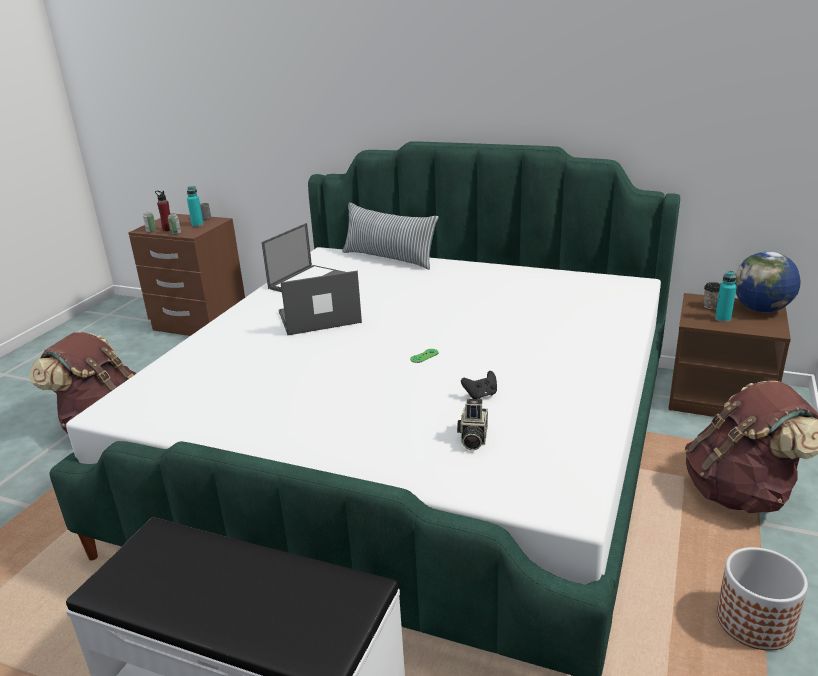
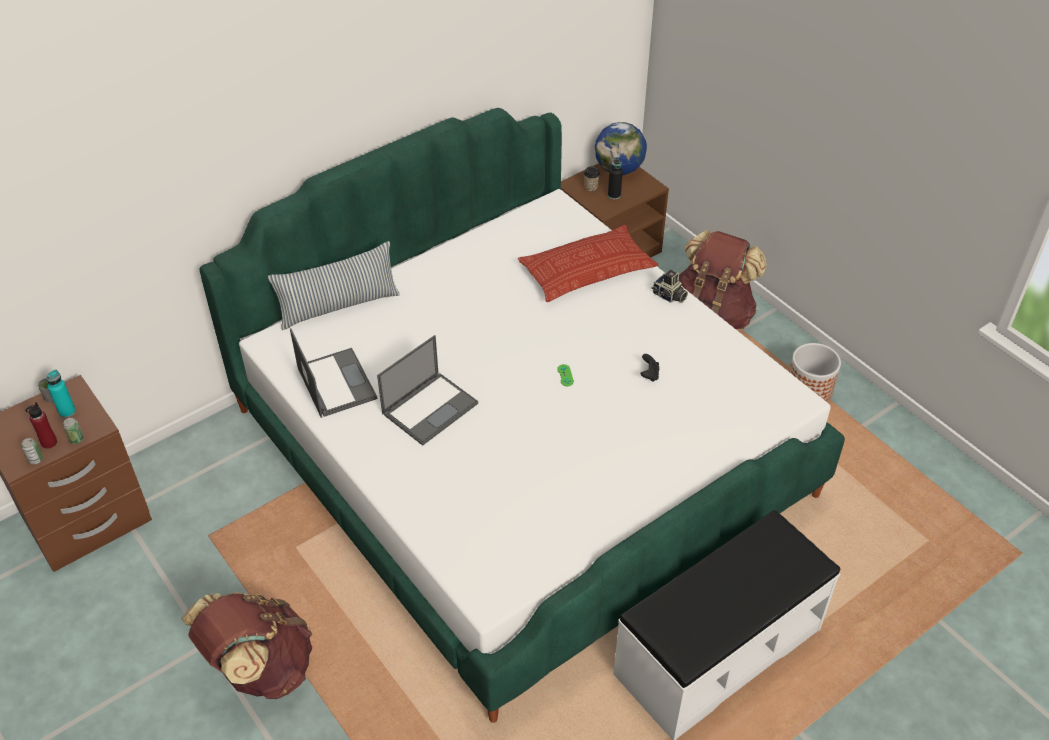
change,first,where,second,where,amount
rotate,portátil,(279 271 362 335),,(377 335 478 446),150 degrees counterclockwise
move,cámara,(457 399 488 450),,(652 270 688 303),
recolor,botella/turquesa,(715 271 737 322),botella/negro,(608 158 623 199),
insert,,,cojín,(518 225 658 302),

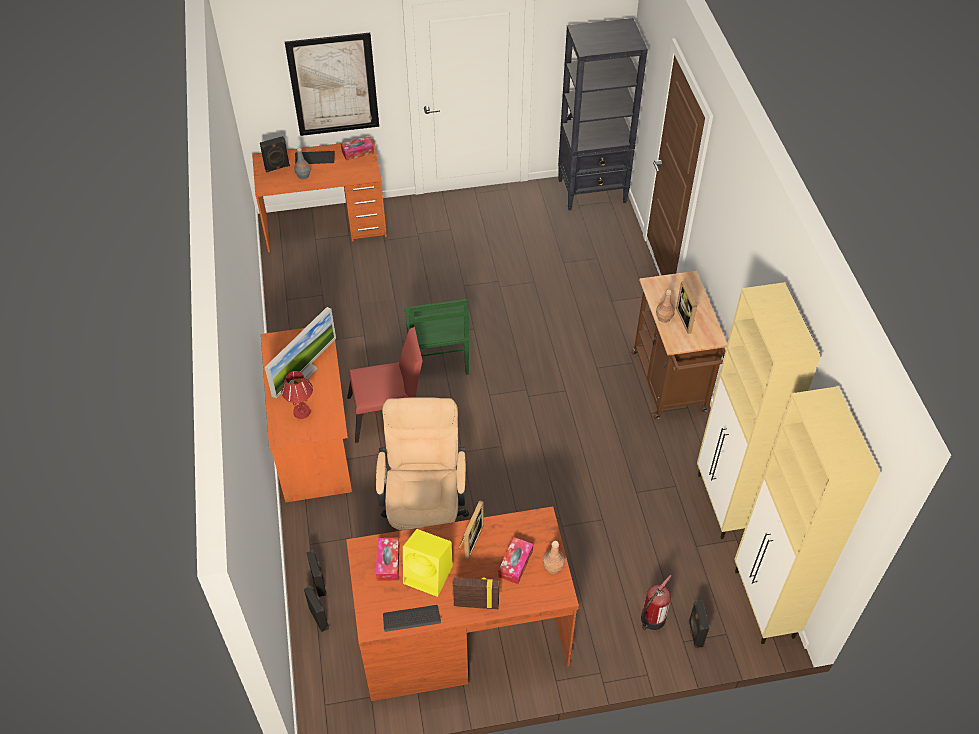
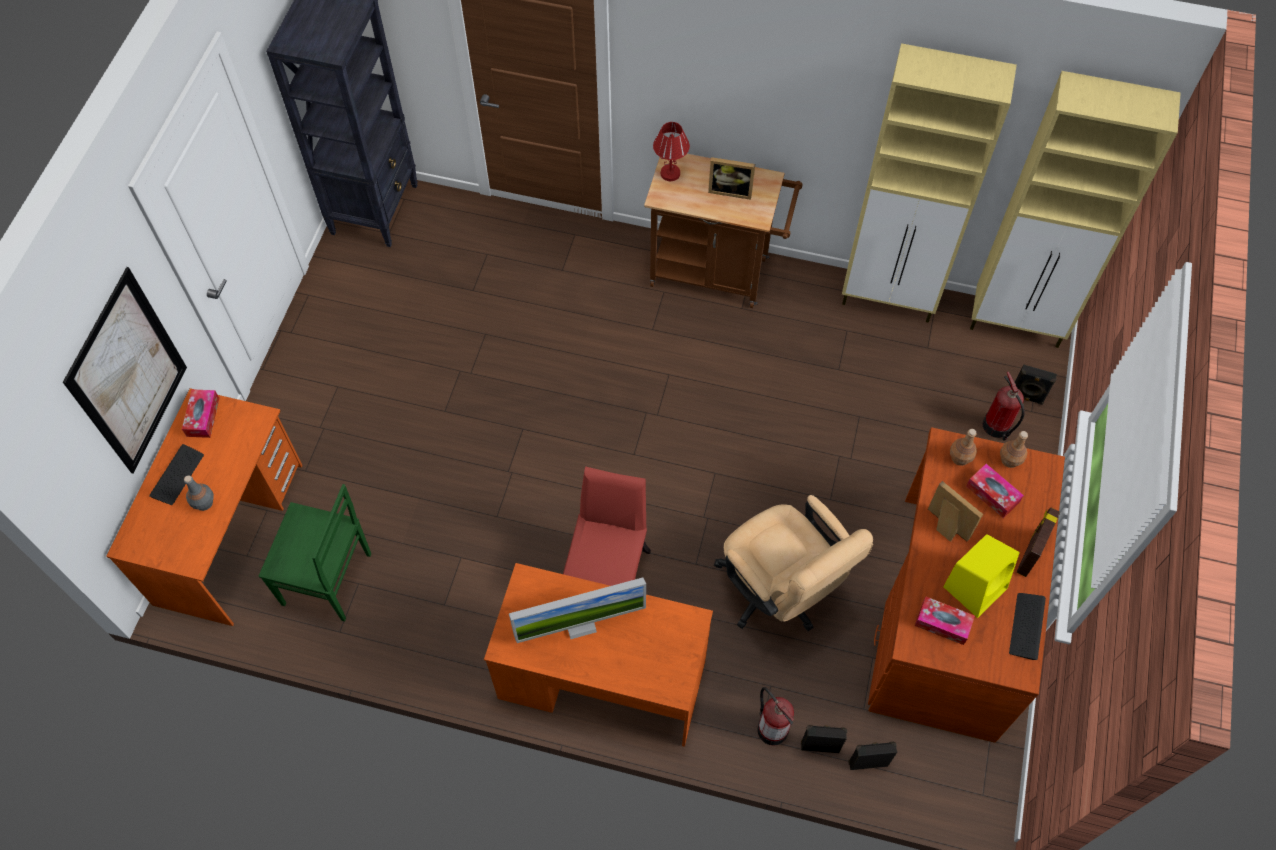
change,first,where,second,where,amount
delete,altavoz/negro,(260 136 290 173),,,
rotate,monitor,(265 307 336 398),,(509 577 646 643),105 degrees clockwise
move,lámpara de mesa/rojo,(282 371 313 419),,(653 122 690 181),
rotate,silla de oficina/beis,(376 397 469 530),,(714 495 873 631),150 degrees counterclockwise
move,silla/verde,(404 299 470 375),,(259 484 371 622),
move,botella/marrón,(656 290 675 323),,(950 429 977 466),
insert,,,extintor,(757 687 794 745),

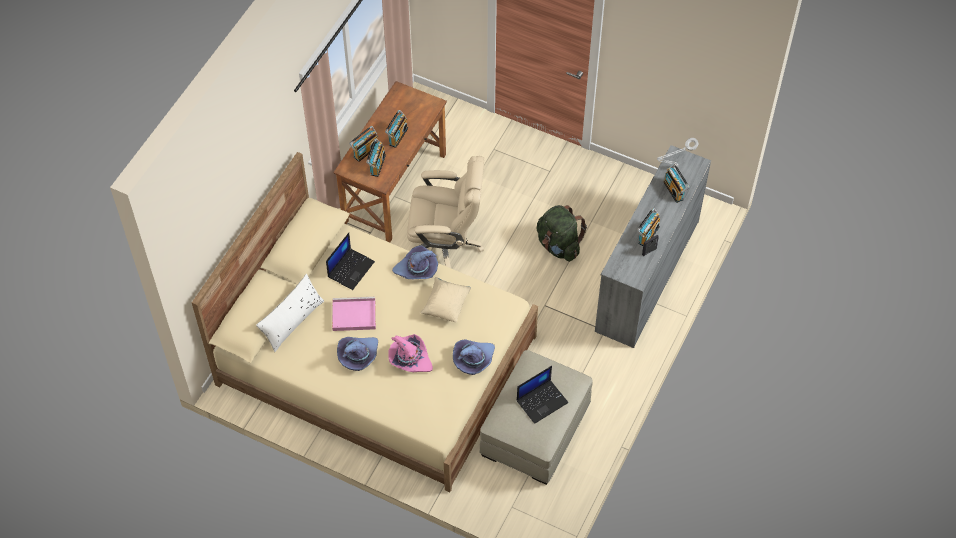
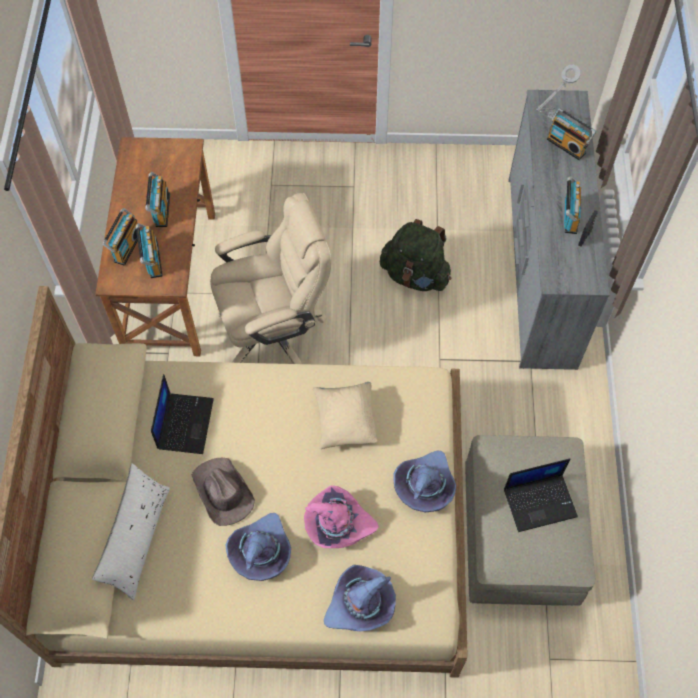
change,first,where,second,where,amount
replace,bandeja/rosa,(332 297 376 331),sombrero/marrón,(192 458 255 526),
move,sombrero/morado,(392 245 438 279),,(324 565 396 631),
rotate,portátil,(517 366 568 424),,(504 459 578 532),45 degrees clockwise

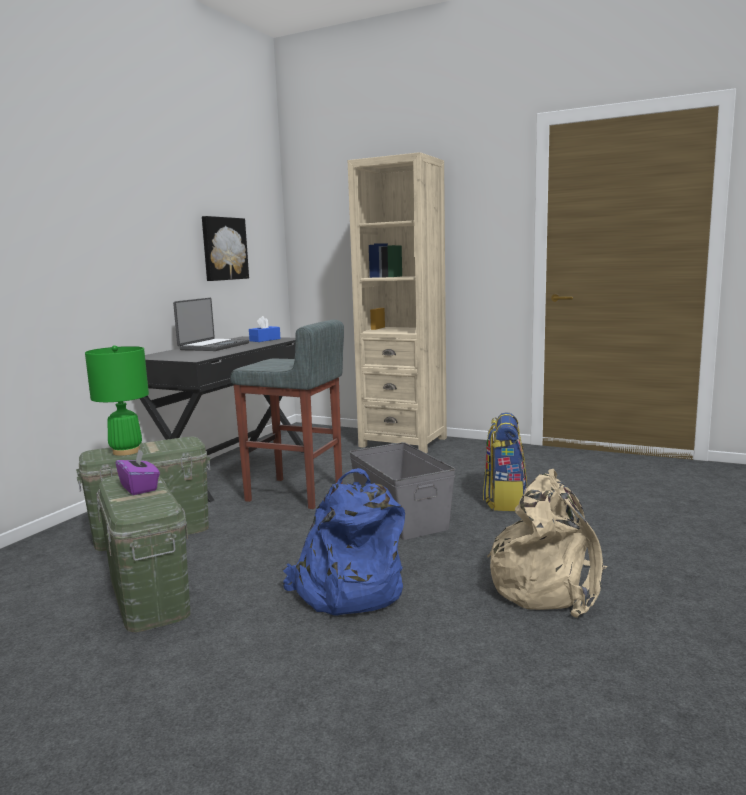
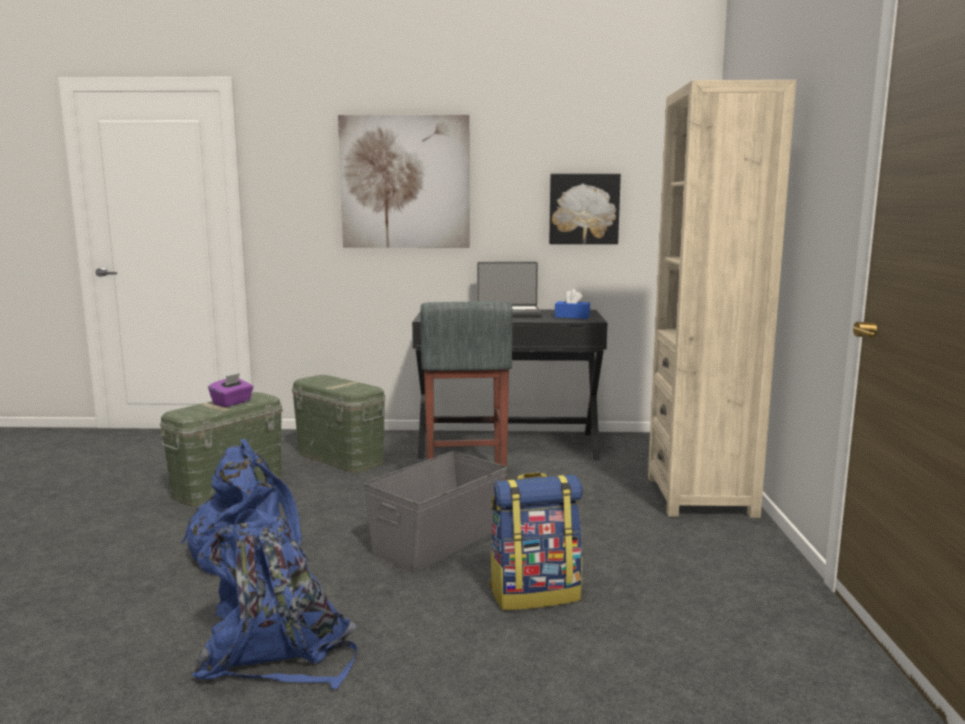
change,first,where,second,where,amount
delete,lámpara de mesa/verde,(85 345 149 456),,,
recolor,mochila/beis,(487 469 607 617),mochila/azul,(191 509 357 689),
insert,,,cuadro,(338 115 470 248),

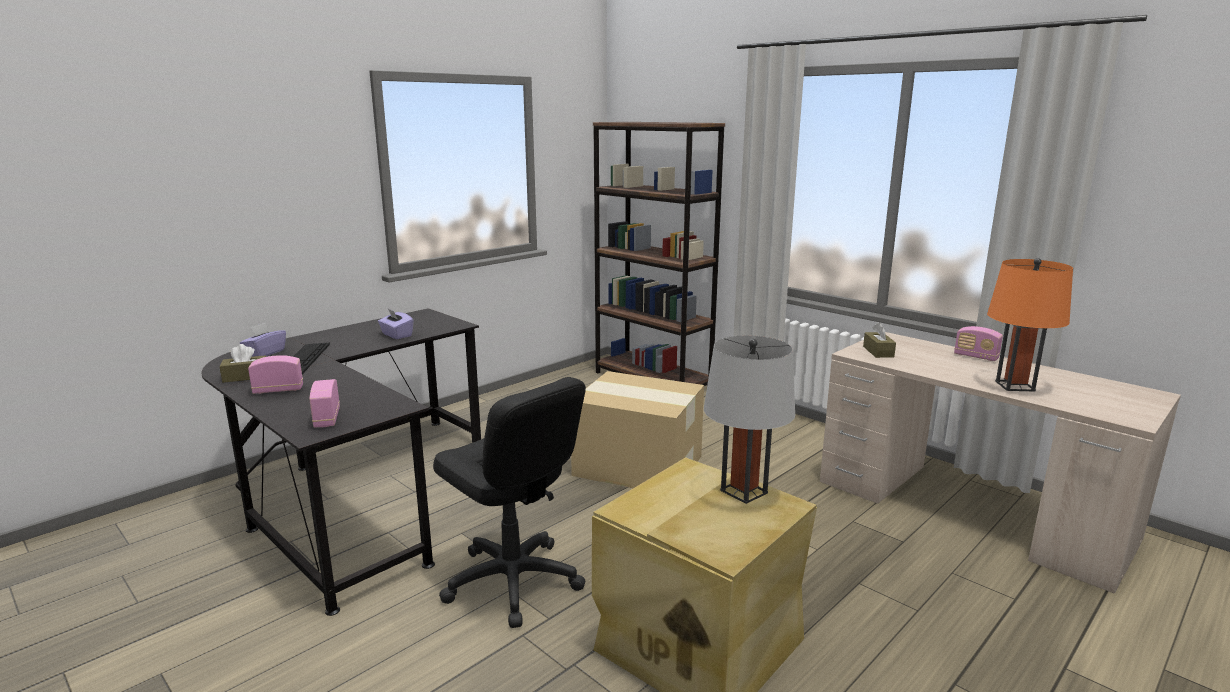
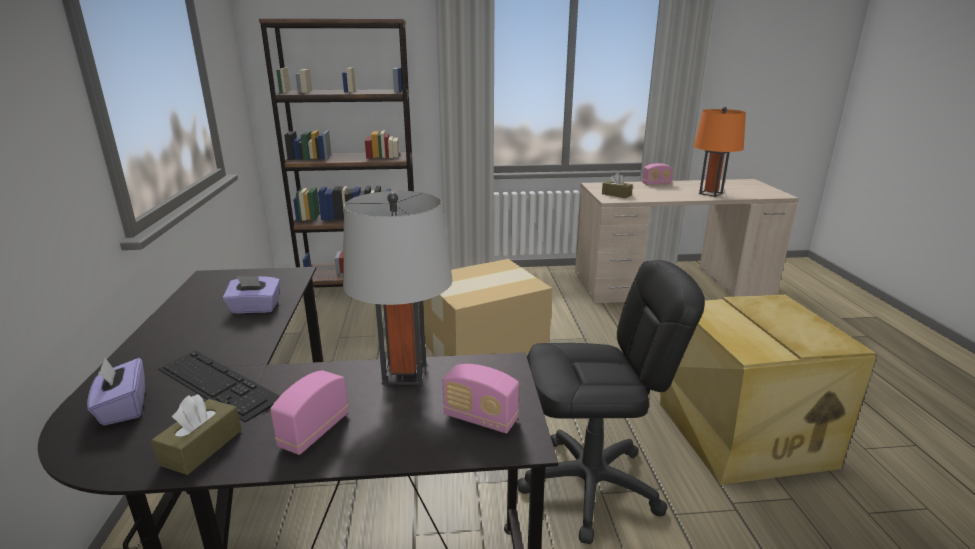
change,first,where,second,where,amount
move,lámpara de mesa/gris,(704 335 795 504),,(343 191 453 385),

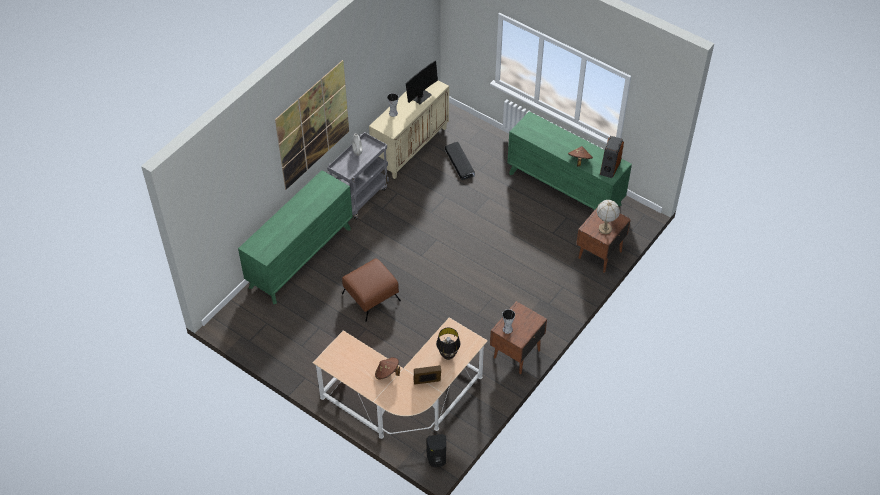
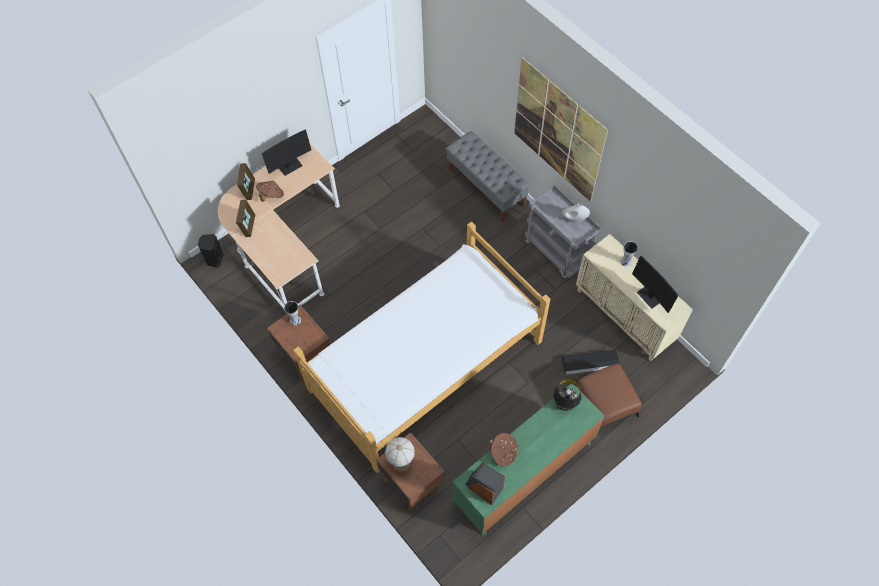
change,first,where,second,where,amount
replace,cómoda/verde,(238 170 353 304),banco/gris,(446 131 530 223),
move,puf/marrón,(342 258 401 322),,(578 364 642 427),
move,lámpara de mesa/negro,(436 328 460 360),,(553 379 582 411),
insert,,,portarretratos,(237 163 255 200),
insert,,,monitor,(262 129 311 176),
insert,,,cama,(293 222 551 473),

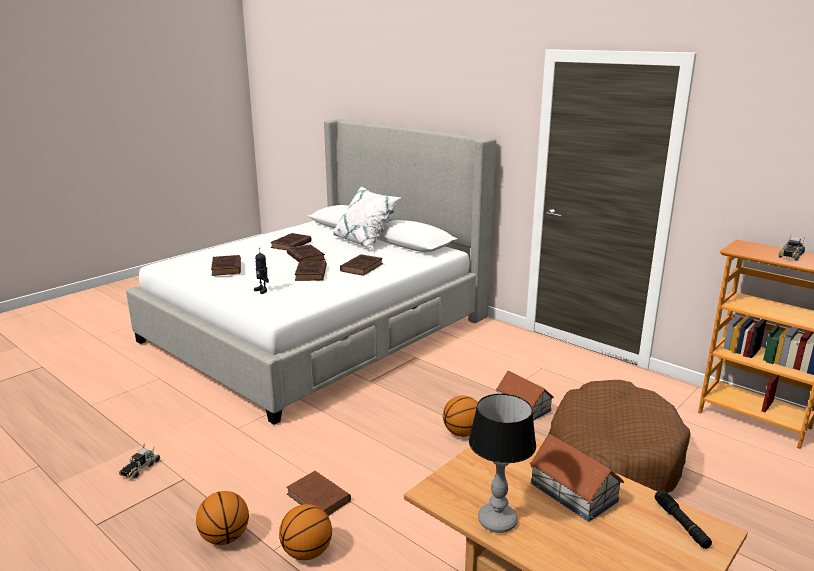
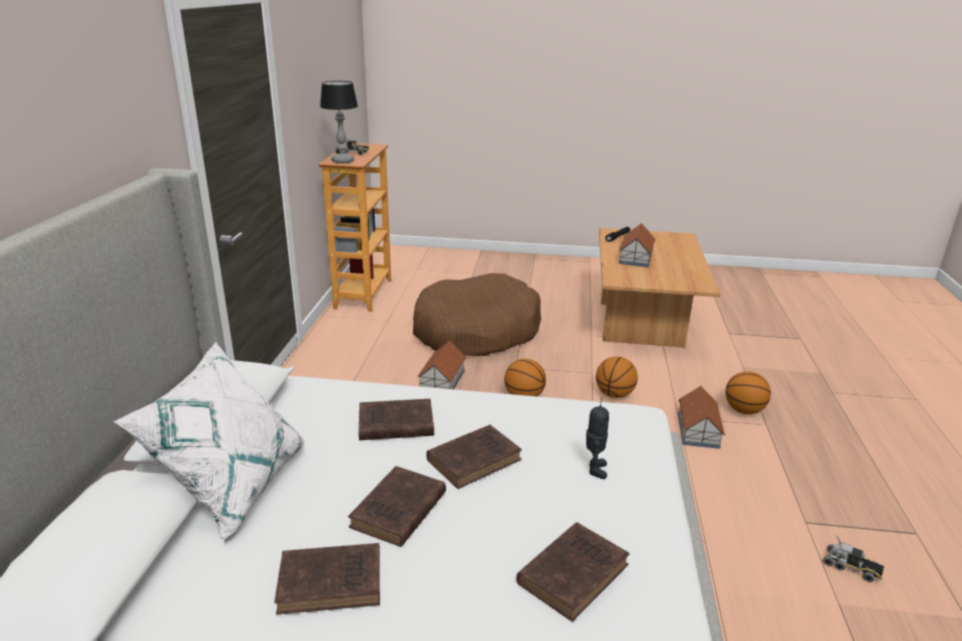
change,first,where,second,where,amount
rotate,camión de juguete,(119 444 160 478),,(823 536 884 582),45 degrees clockwise
move,balón de baloncesto,(196 491 249 545),,(596 356 638 398),
replace,libro/marrón,(286 471 351 516),casita,(678 386 725 449),
move,lámpara de mesa,(469 394 536 533),,(320 81 358 163),

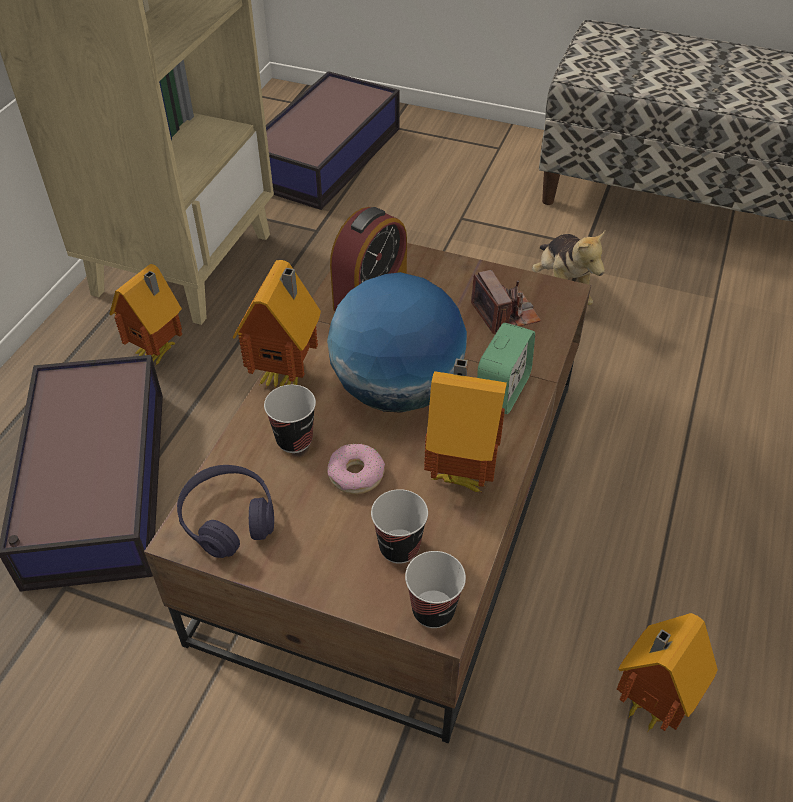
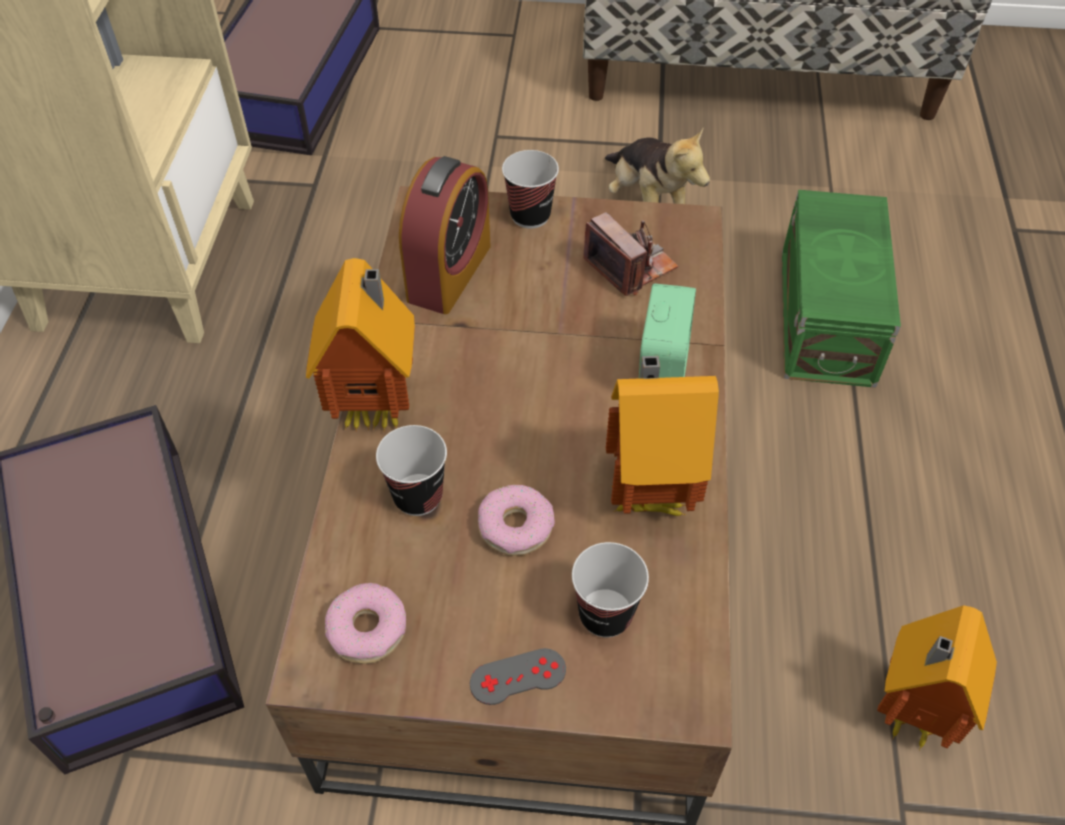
change,first,where,second,where,amount
delete,casita,(110 264 182 366),,,
replace,auriculares/morado,(177 465 274 558),rosquilla,(325 583 406 664),
delete,globo terráqueo,(327 272 467 413),,,
move,taza,(405 551 466 628),,(502 150 559 229),
insert,,,mando de consola/gris,(470 648 566 705),
insert,,,caja de almacenaje/verde,(782 190 901 388),

